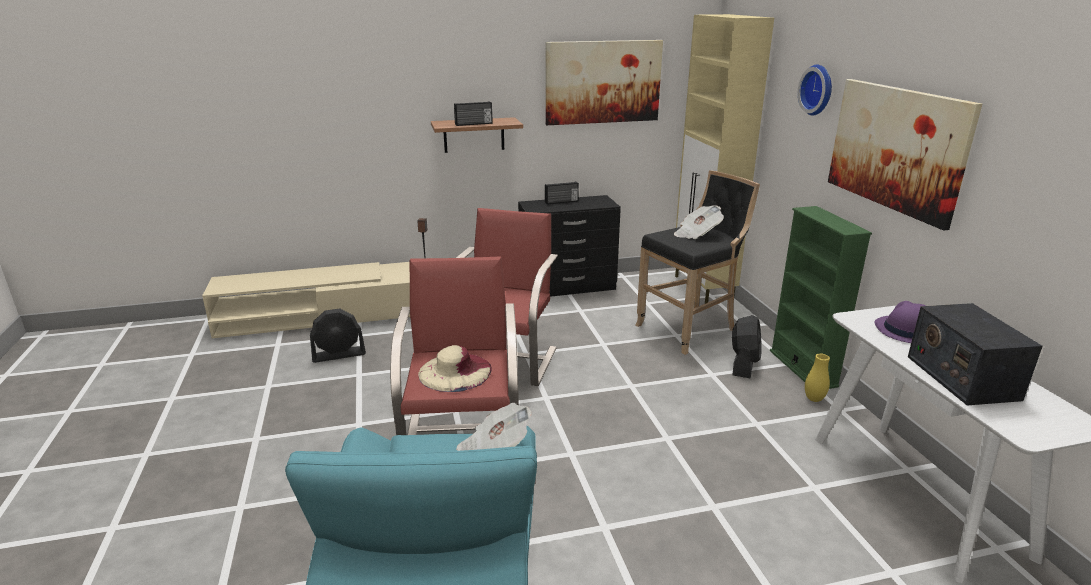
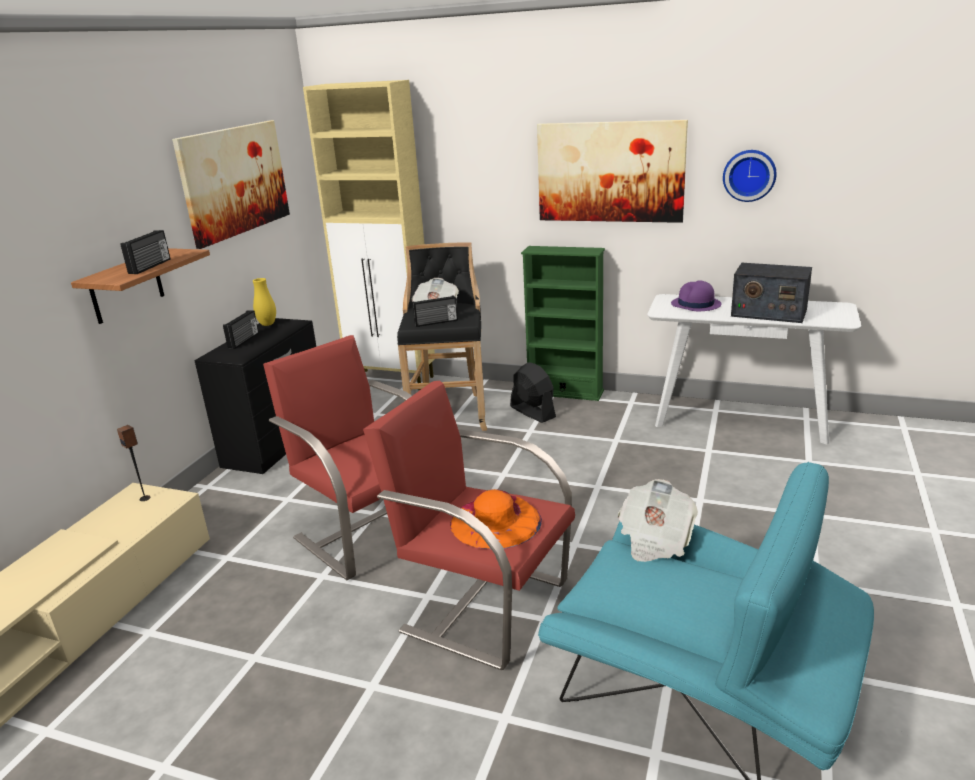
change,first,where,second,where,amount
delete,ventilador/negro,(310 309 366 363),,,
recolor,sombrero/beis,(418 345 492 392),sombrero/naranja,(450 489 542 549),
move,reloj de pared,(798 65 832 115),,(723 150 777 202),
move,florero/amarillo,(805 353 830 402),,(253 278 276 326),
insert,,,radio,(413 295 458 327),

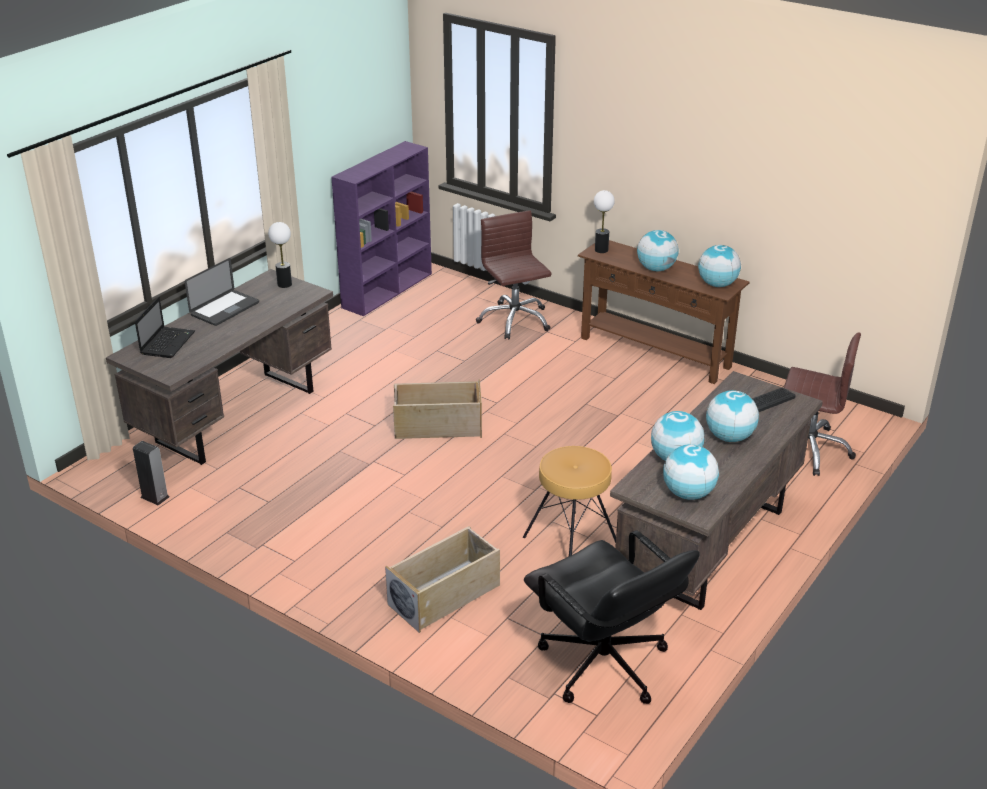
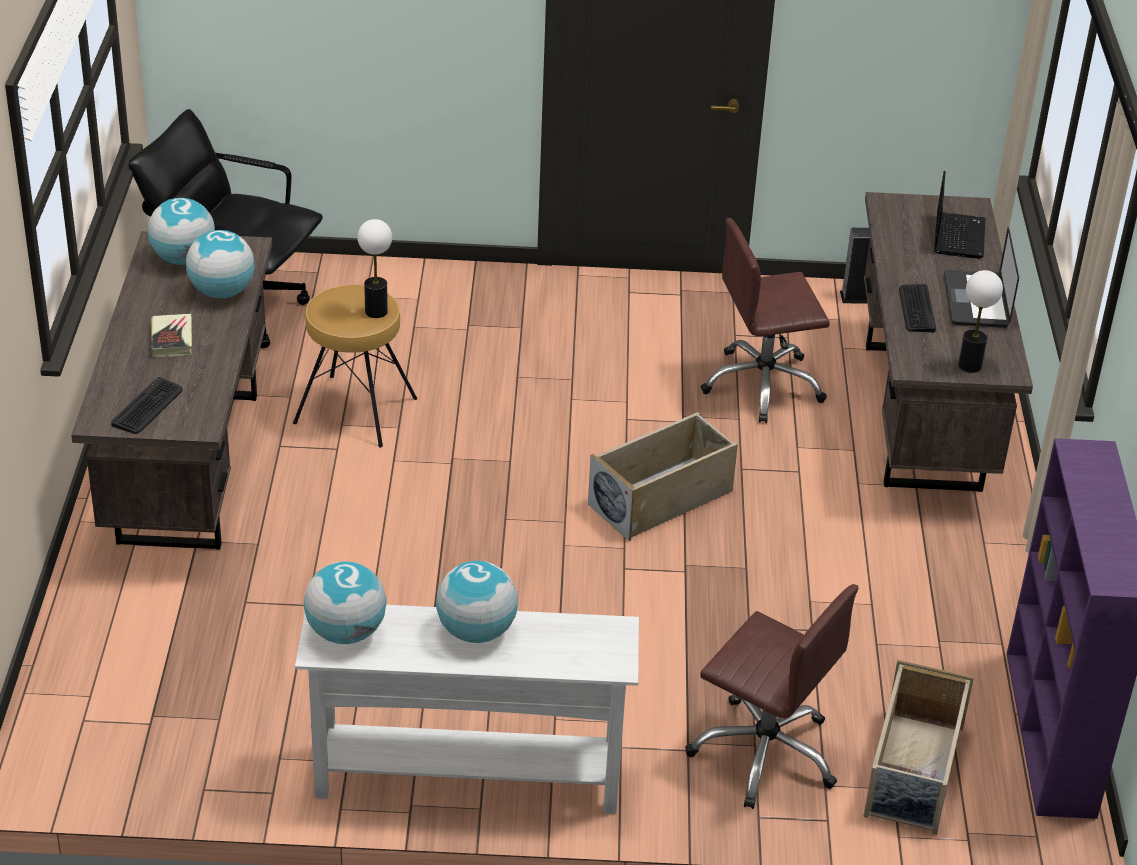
change,first,where,second,where,amount
rotate,portátil,(135 297 195 358),,(934 171 985 259),150 degrees counterclockwise
move,caja de almacenaje/beis,(385 526 500 633),,(863 660 974 835),
recolor,mesa consola/marrón,(578 240 750 384),mesa consola/blanco,(295 605 639 813),
move,lámpara de mesa,(594 190 615 253),,(357 219 392 318),
replace,globo terráqueo,(706 390 759 442),libro,(151 313 192 357),
move,silla de oficina/marrón,(784 332 861 476),,(701 218 830 423),
insert,,,teclado,(899 284 936 332),

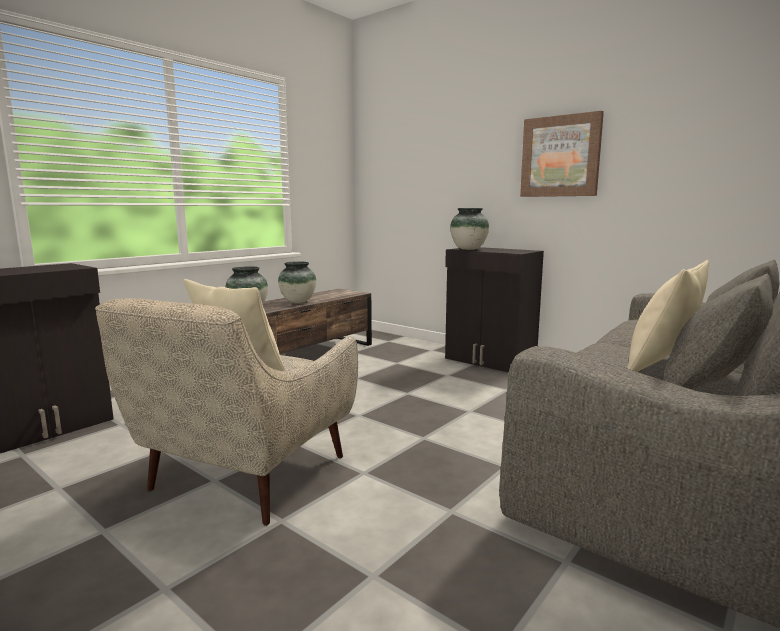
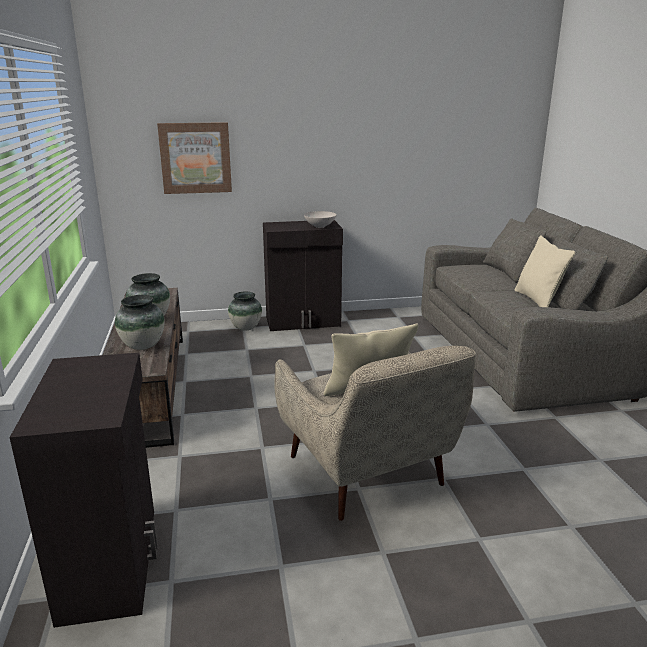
change,first,where,second,where,amount
move,florero,(450 208 489 250),,(228 292 262 331),
move,cuadro,(520 111 604 197),,(157 122 232 194),
insert,,,cuenco/blanco,(304 211 337 228),

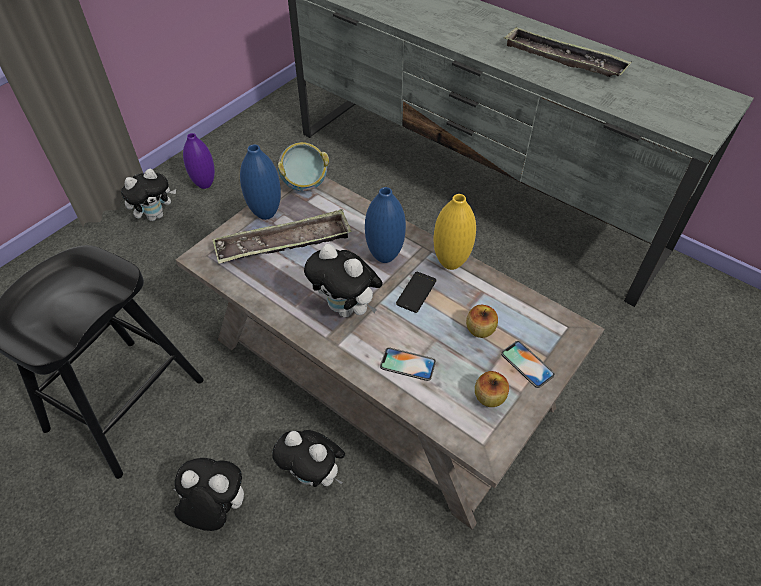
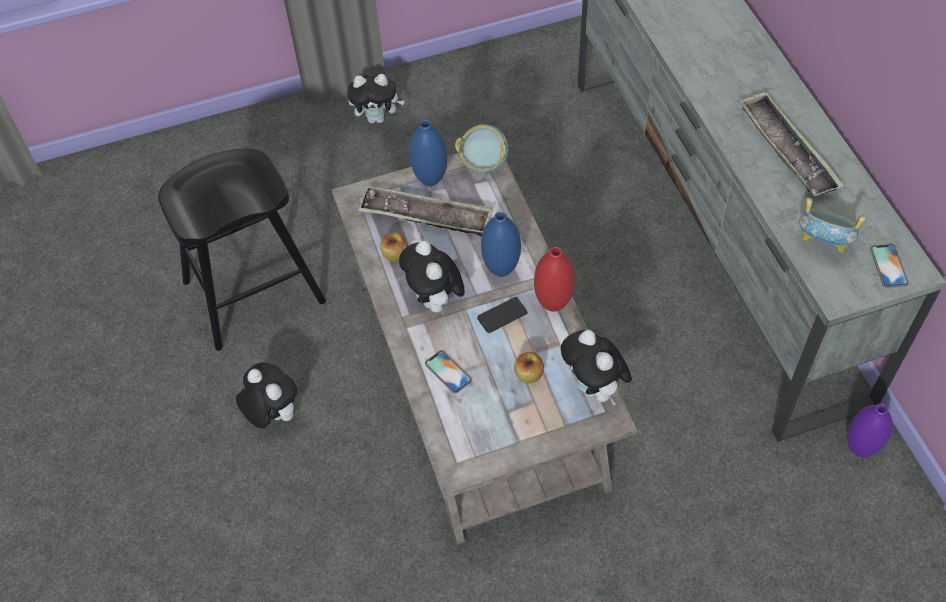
change,first,where,second,where,amount
move,florero/morado,(183 133 215 189),,(847 404 893 457),
move,peluche,(272 430 345 487),,(561 330 632 406),
recolor,florero/amarillo,(434 194 476 270),florero/rojo,(534 247 575 312),
move,manzana,(475 371 509 407),,(380 232 408 262),
move,móvil,(501 341 555 388),,(870 244 909 288),
insert,,,cuenco,(799 197 866 252),

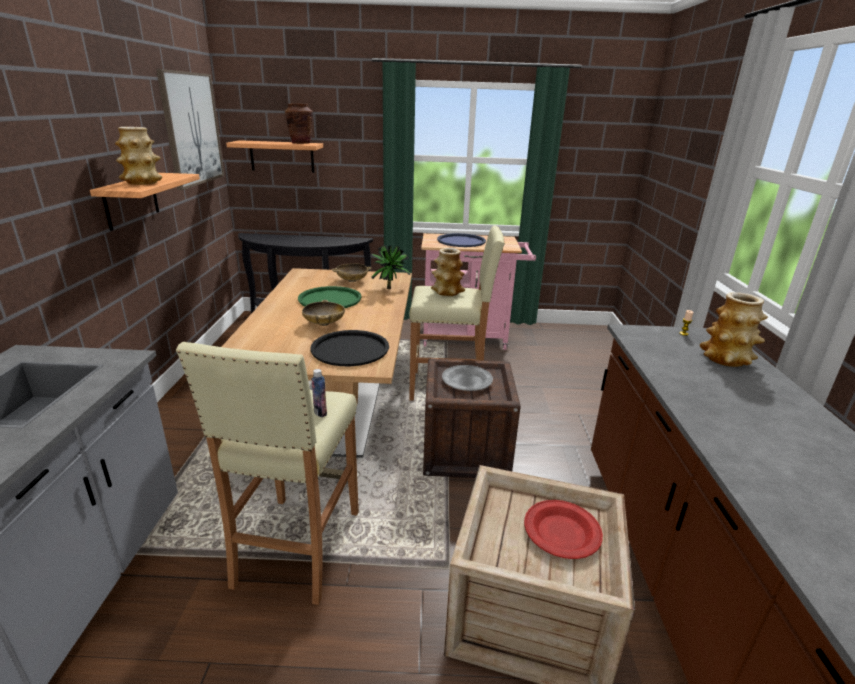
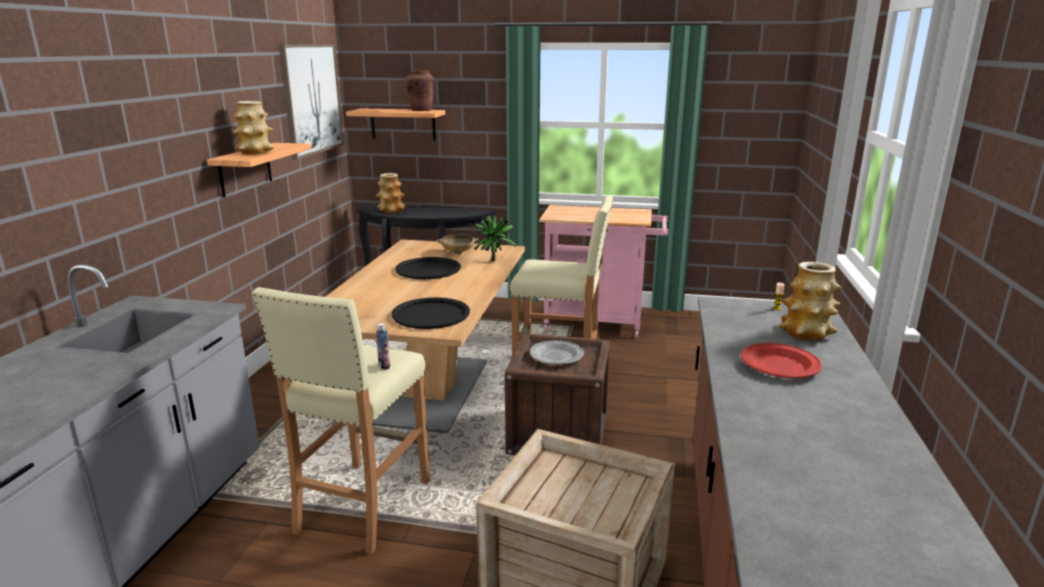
change,first,where,second,where,amount
recolor,bandeja/verde,(298 286 362 308),bandeja/negro,(395 257 461 279),
delete,cuenco/beis,(302 300 345 326),,,
move,florero,(431 248 465 296),,(376 173 405 213),
delete,bandeja/azul,(437 233 486 247),,,
move,plato/rojo,(524 500 603 559),,(741 343 822 378),

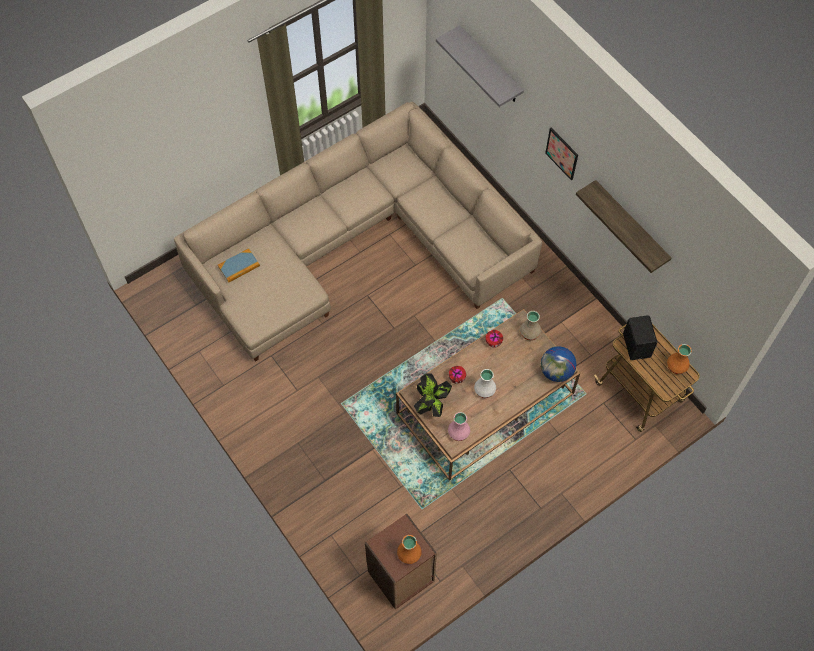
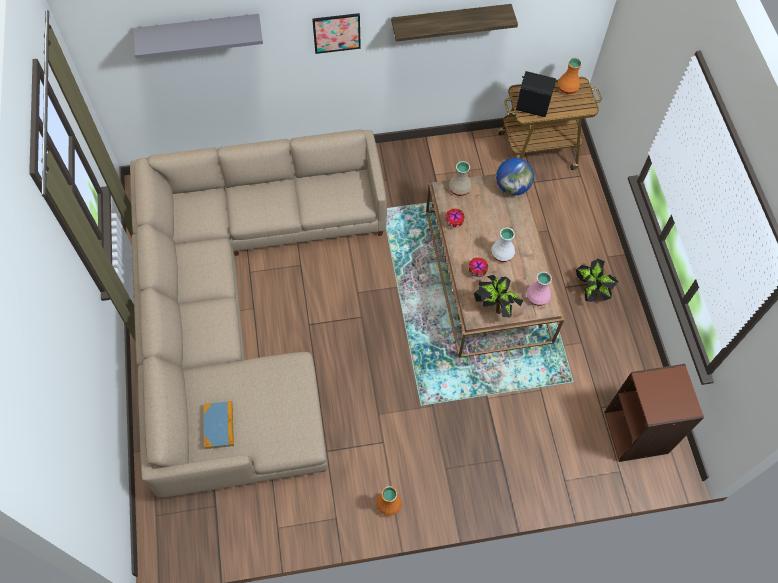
change,first,where,second,where,amount
move,florero/naranja,(397 535 422 564),,(376 486 402 516),
insert,,,planta en maceta,(576 258 619 302),

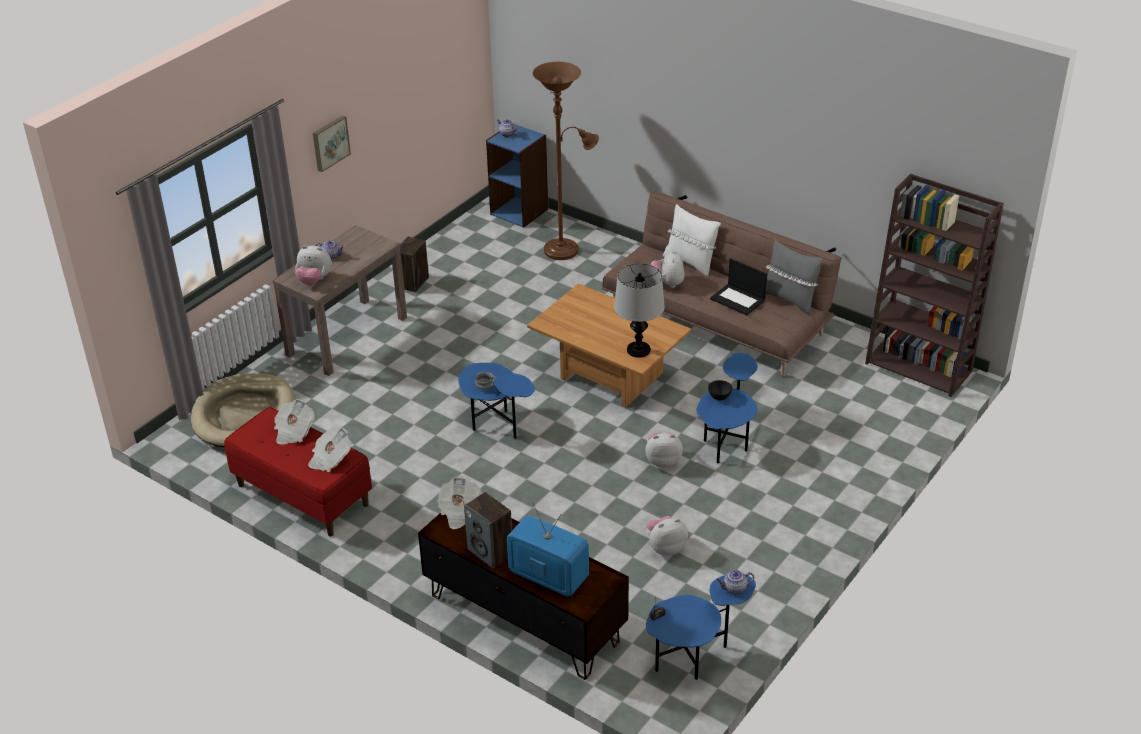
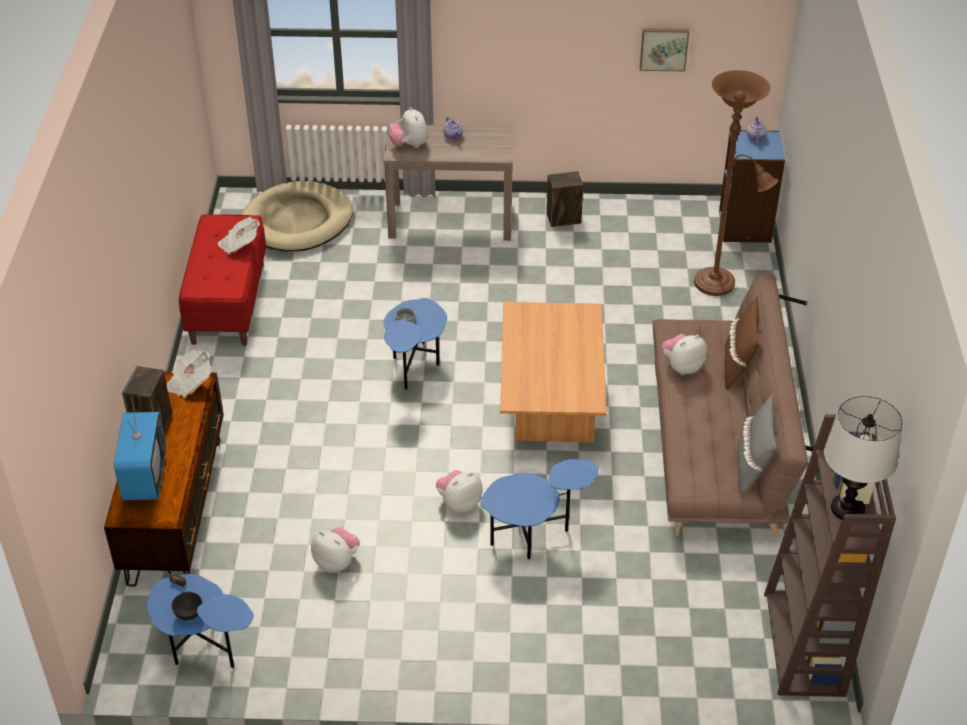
change,first,where,second,where,amount
delete,periódico,(308 428 351 472),,,
move,cuadro,(313 115 351 172),,(640 28 689 71),
move,lámpara de mesa,(614 264 665 358),,(824 396 903 520),
rotate,peluche,(645 432 683 468),,(436 470 483 513),90 degrees counterclockwise
recolor,cojín/blanco,(663 204 721 276),cojín/marrón,(725 297 759 390),
move,cuenco/negro,(708 380 732 400),,(171 592 202 620),
delete,portátil,(710 258 767 315),,,
delete,tetera,(717 570 754 595),,,

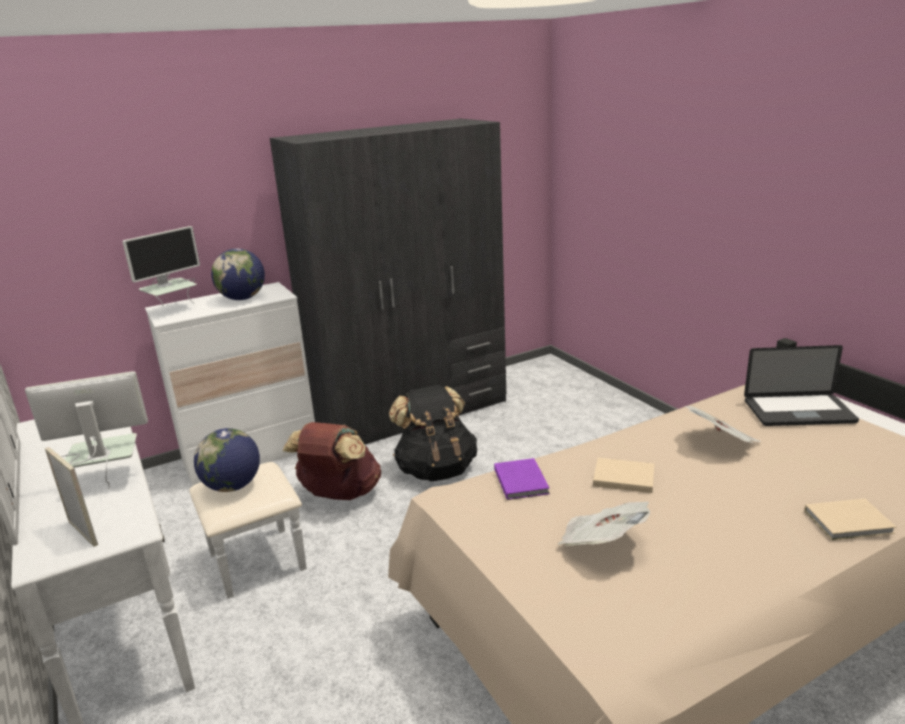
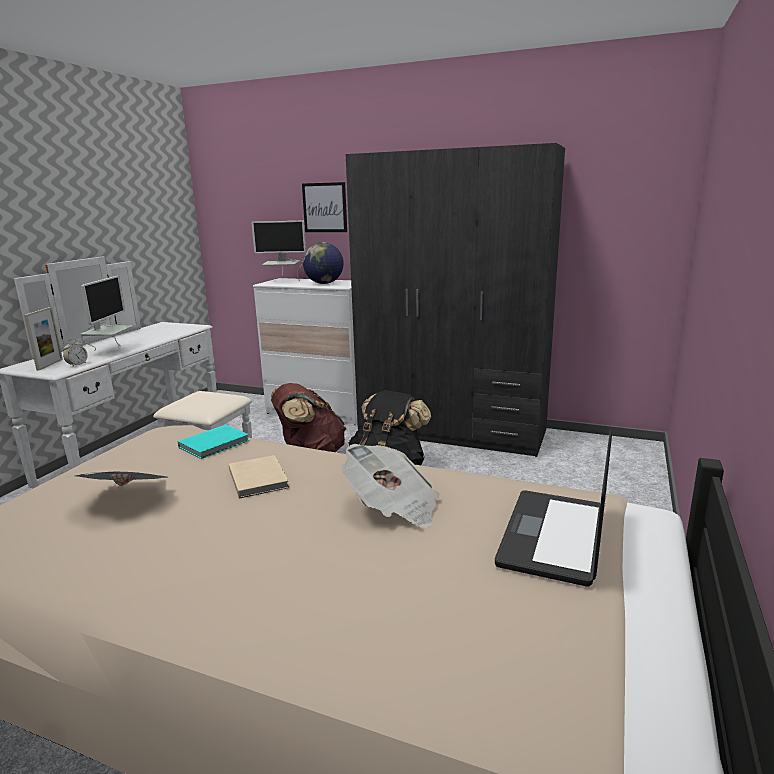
change,first,where,second,where,amount
rotate,monitor,(25 371 148 490),,(80 276 132 351),60 degrees clockwise
delete,globo terráqueo,(194 428 260 492),,,
recolor,libro/morado,(494 458 550 500),libro/turquesa,(178 425 250 459),
rotate,portátil,(744 345 859 426),,(495 430 612 587),60 degrees clockwise
delete,libro/beis,(804 499 896 540),,,
insert,,,despertador,(63 339 88 366),
insert,,,cuadro,(302 182 347 232),

